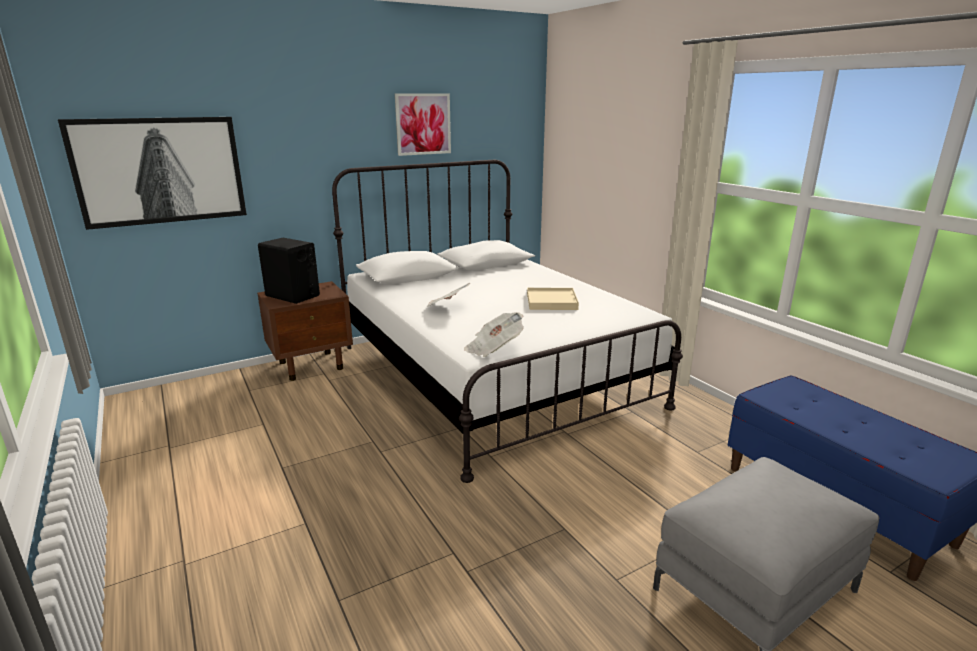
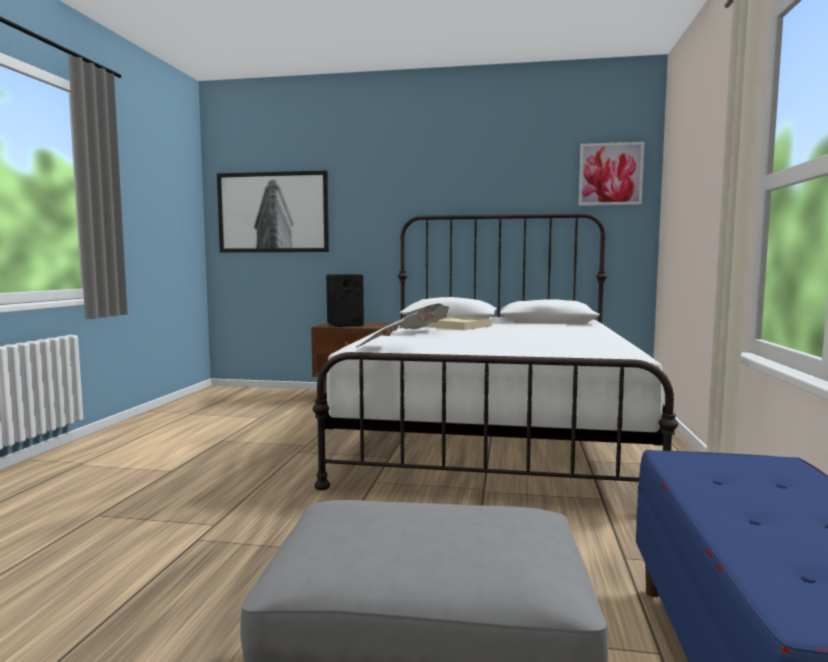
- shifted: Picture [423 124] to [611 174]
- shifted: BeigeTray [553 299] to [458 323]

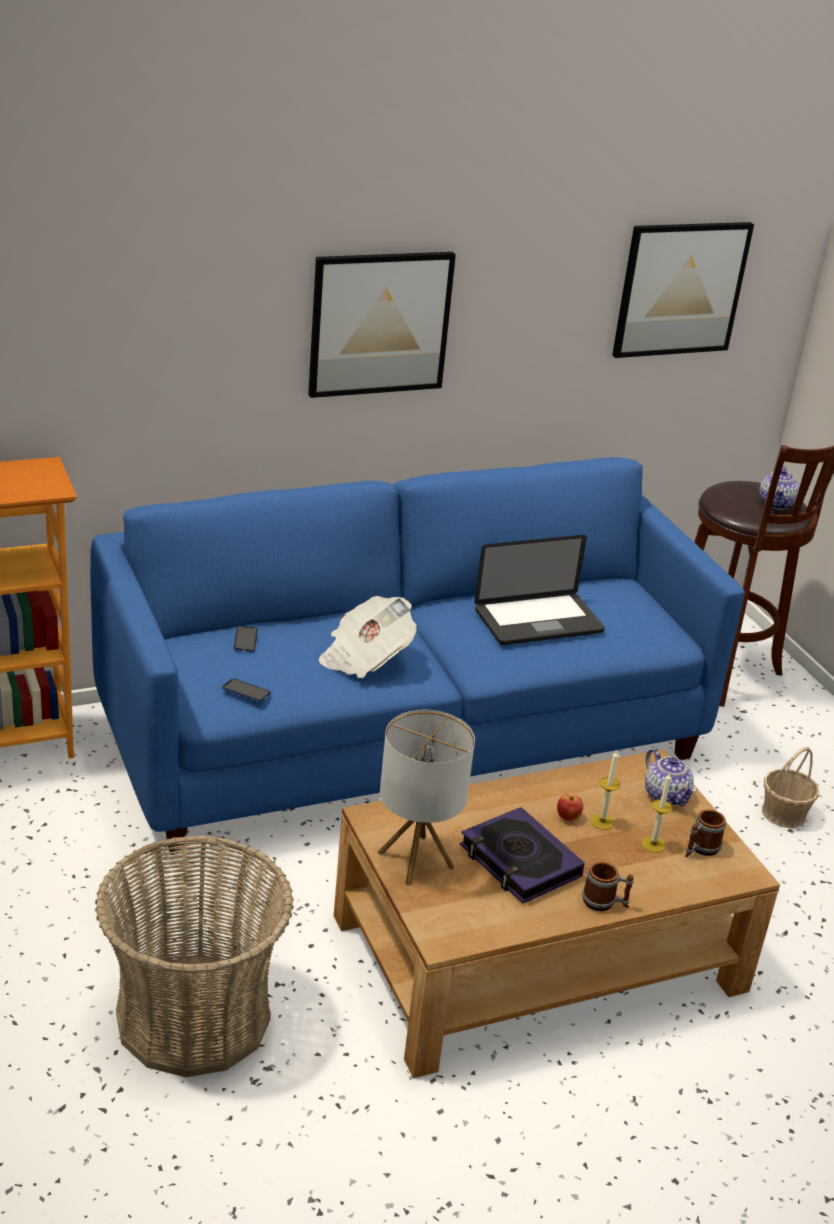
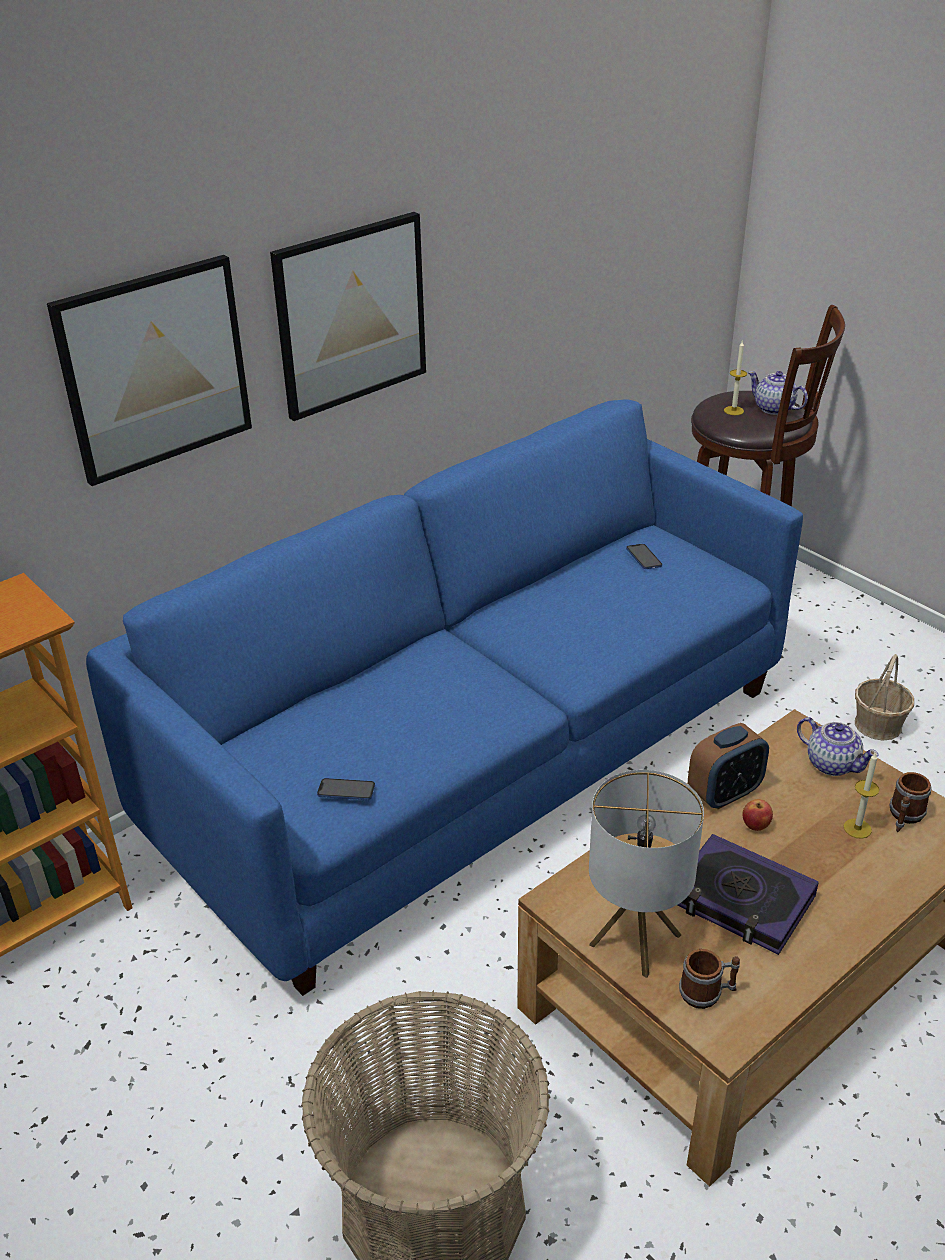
- shifted: Picture [683 290] to [149 370]
- rotated: Teapot [779 488] = [778 393] 135 degrees clockwise
- gone: Laptop [539 590]
- gone: Newspaper [368 637]
- shifted: Phone [246 638] to [644 556]
- shifted: Candle [605 790] to [735 378]
- shifted: Mug [608 886] to [709 979]
- new: AlarmClock [728 766]

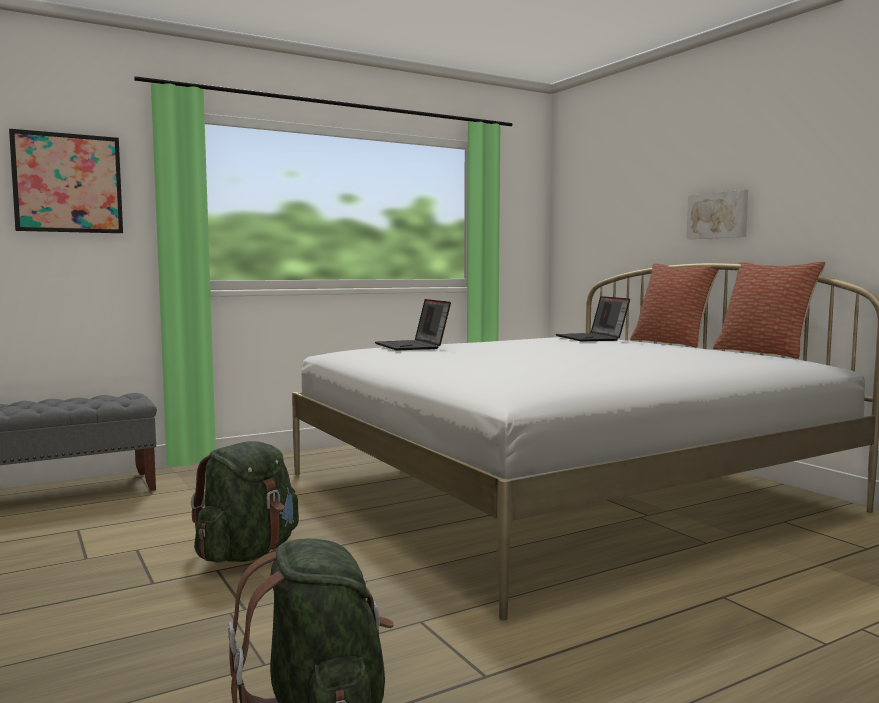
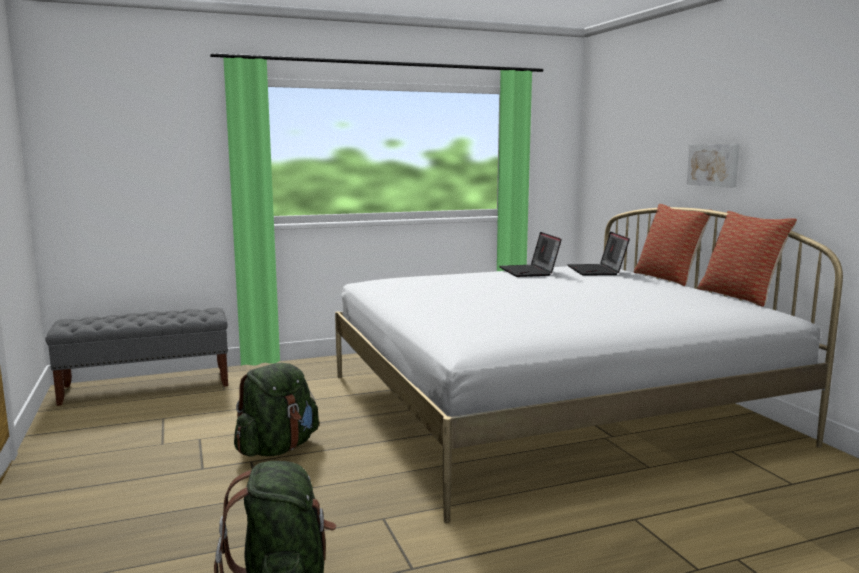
- gone: Picture [66 181]
- shifted: Laptop [413 325] to [530 254]

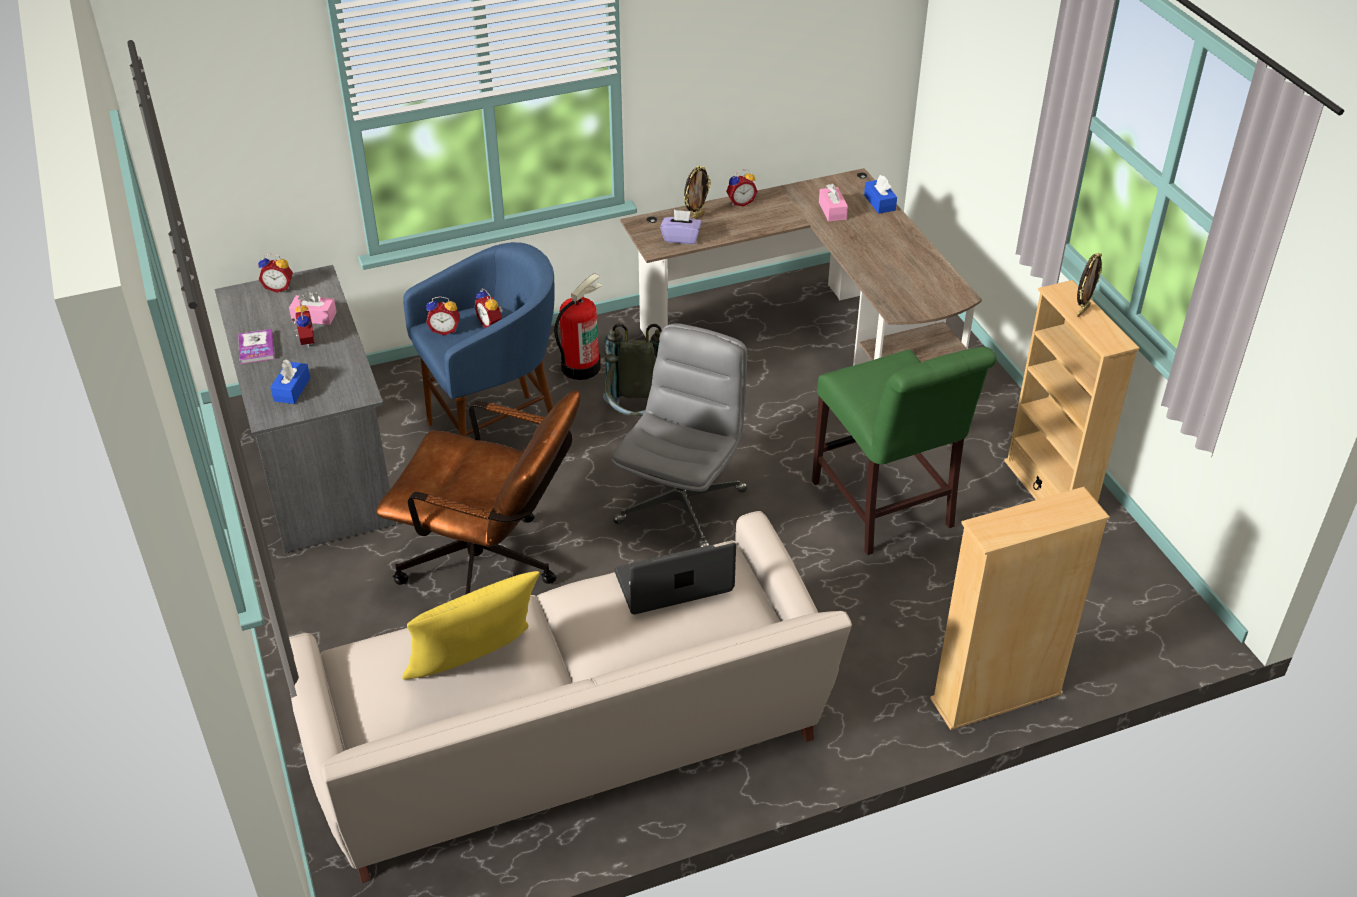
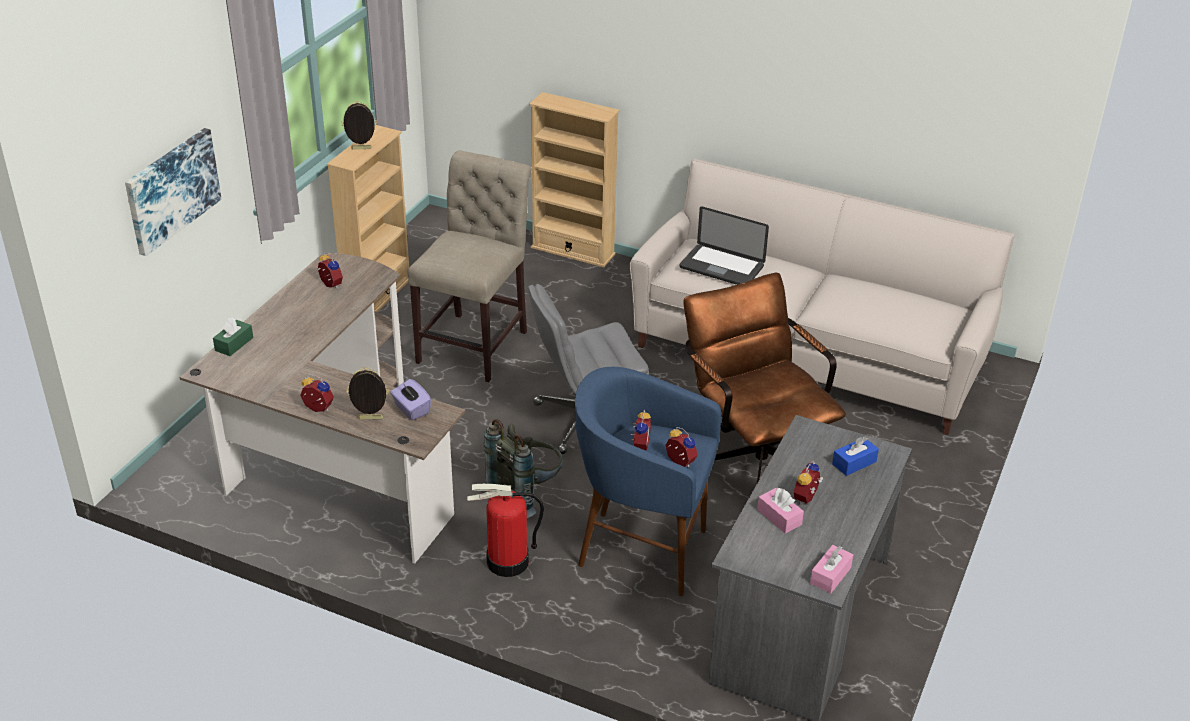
- repainted: BlueTissueBox [880 194] to GreenTissueBox [233 336]
- shifted: PinkTissueBox [833 203] to [831 569]
- shifted: AlarmClock [275 273] to [330 270]
- gone: Book [256 346]
- repainted: GreenChair [904 451] to BeigeChair [469 266]
- gone: YellowPillow [471 625]
- new: Picture [173 192]

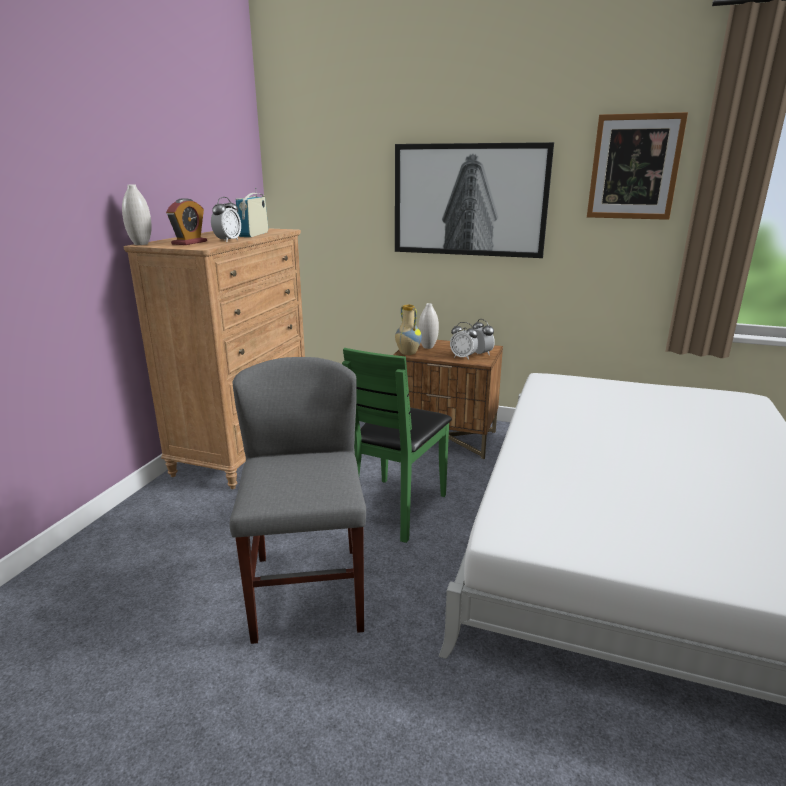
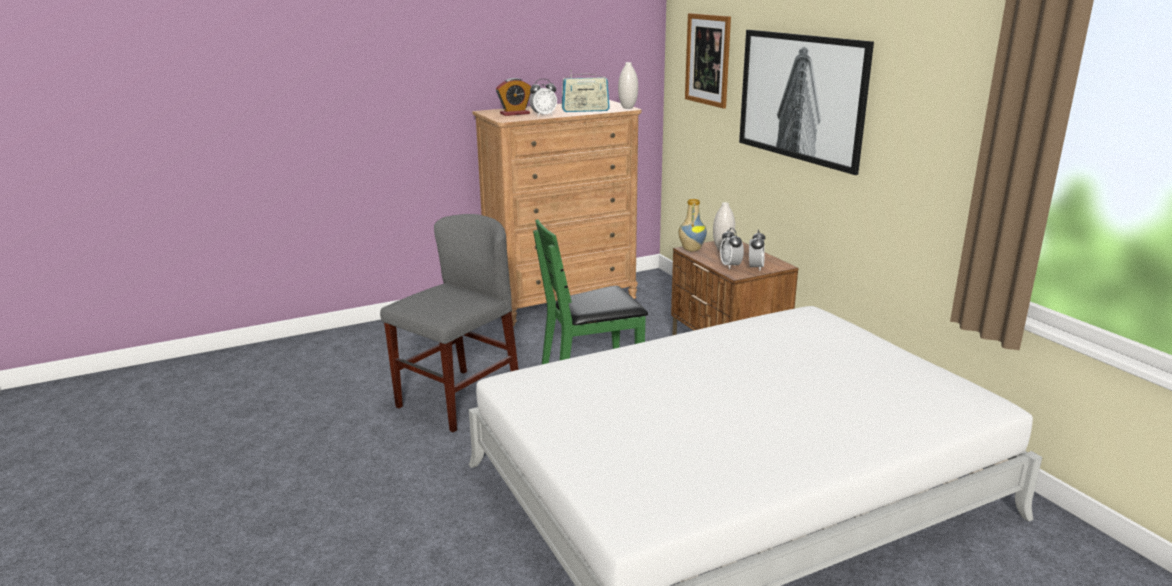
- shifted: Picture [637 166] to [708 61]
- shifted: WhiteVase [137 215] to [628 85]
- rotated: Radio [252 212] = [586 91] 150 degrees counterclockwise

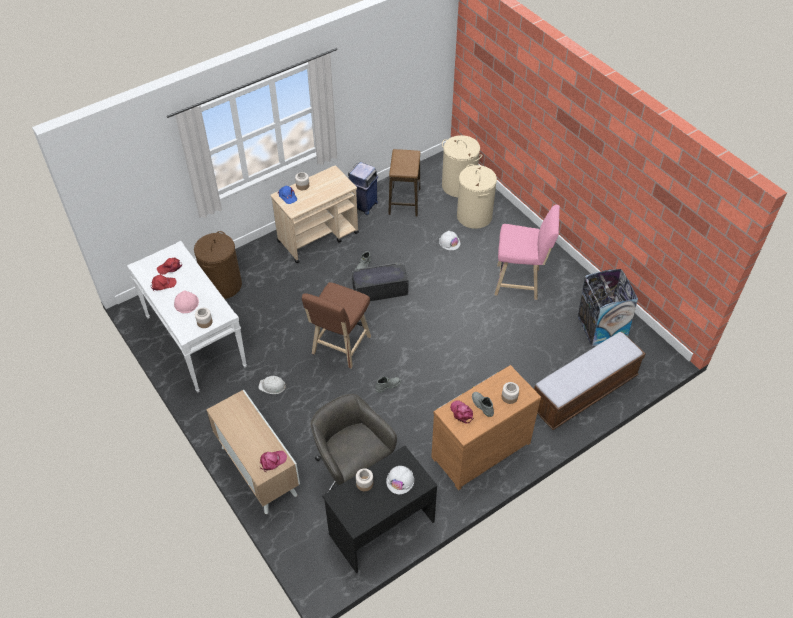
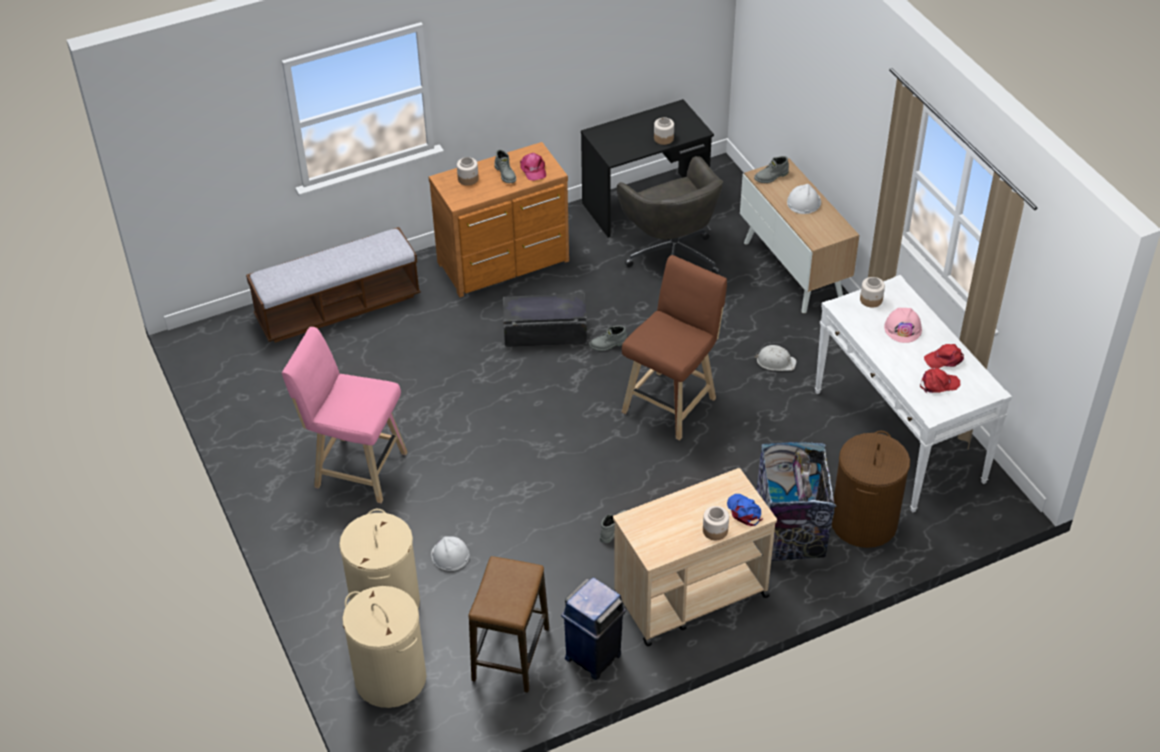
- shifted: BlackStorageBox [380 282] to [545 320]
- shifted: TrashCan [608 308] to [796 501]
- swapped: PinkCap [273 461] to GreyBoot [771 169]
- shifted: WhiteHardHat [400 480] to [804 199]

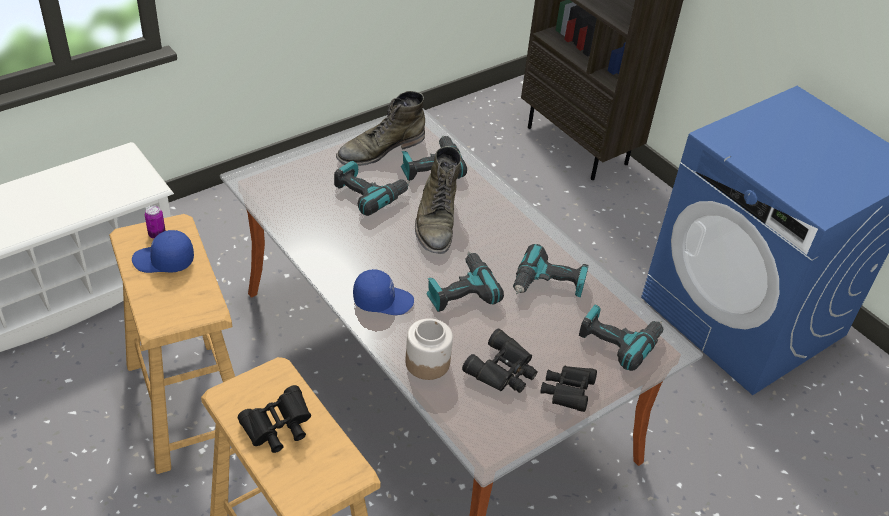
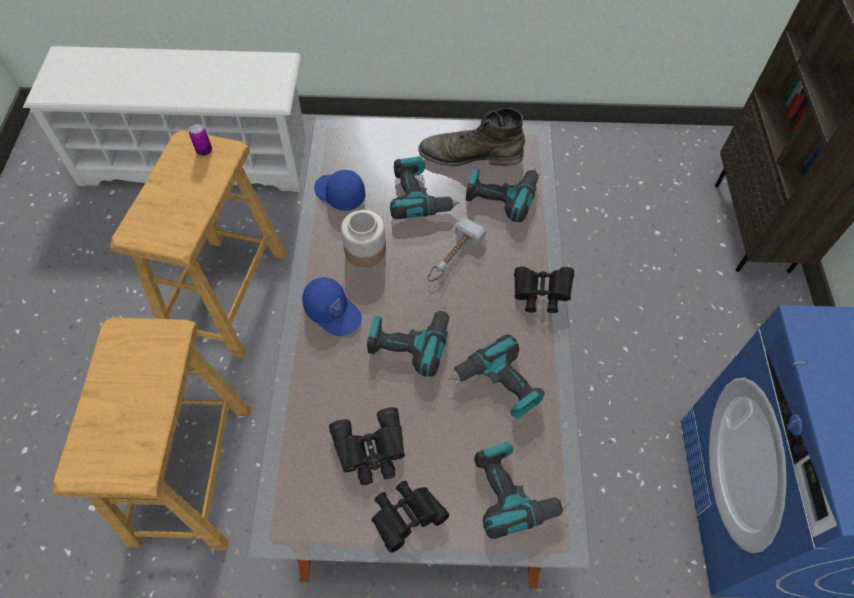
- swapped: GreenBoot [438 200] to Hammer [456 250]
- shifted: BlueCap [163 251] to [339 190]
- shifted: Jar [429 349] to [363 238]
- shifted: BlackBinoculars [274 419] to [544 289]

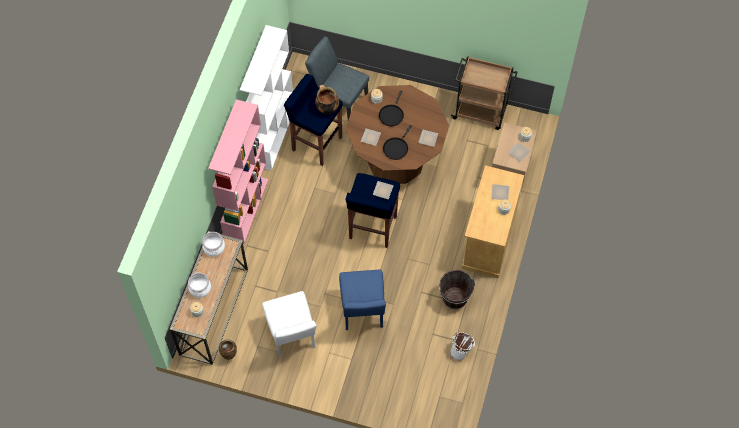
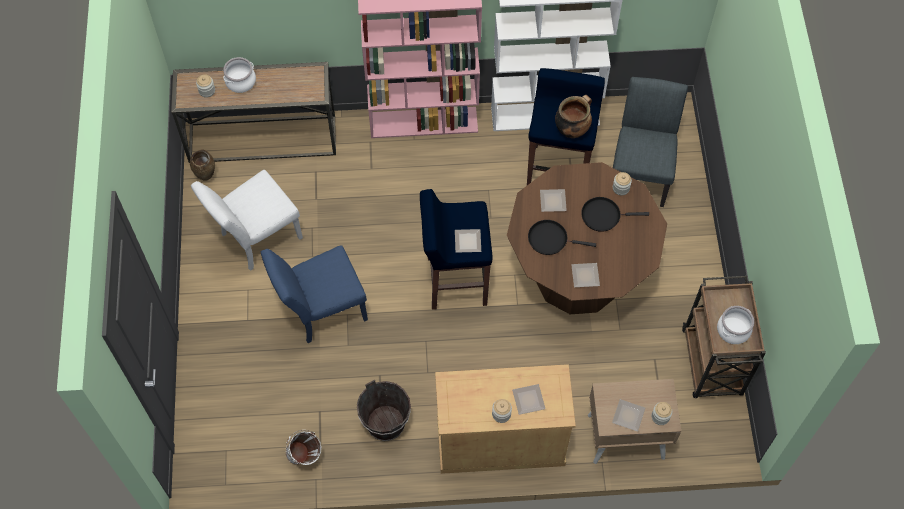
- shifted: CookingPot [213 244] to [735 325]

